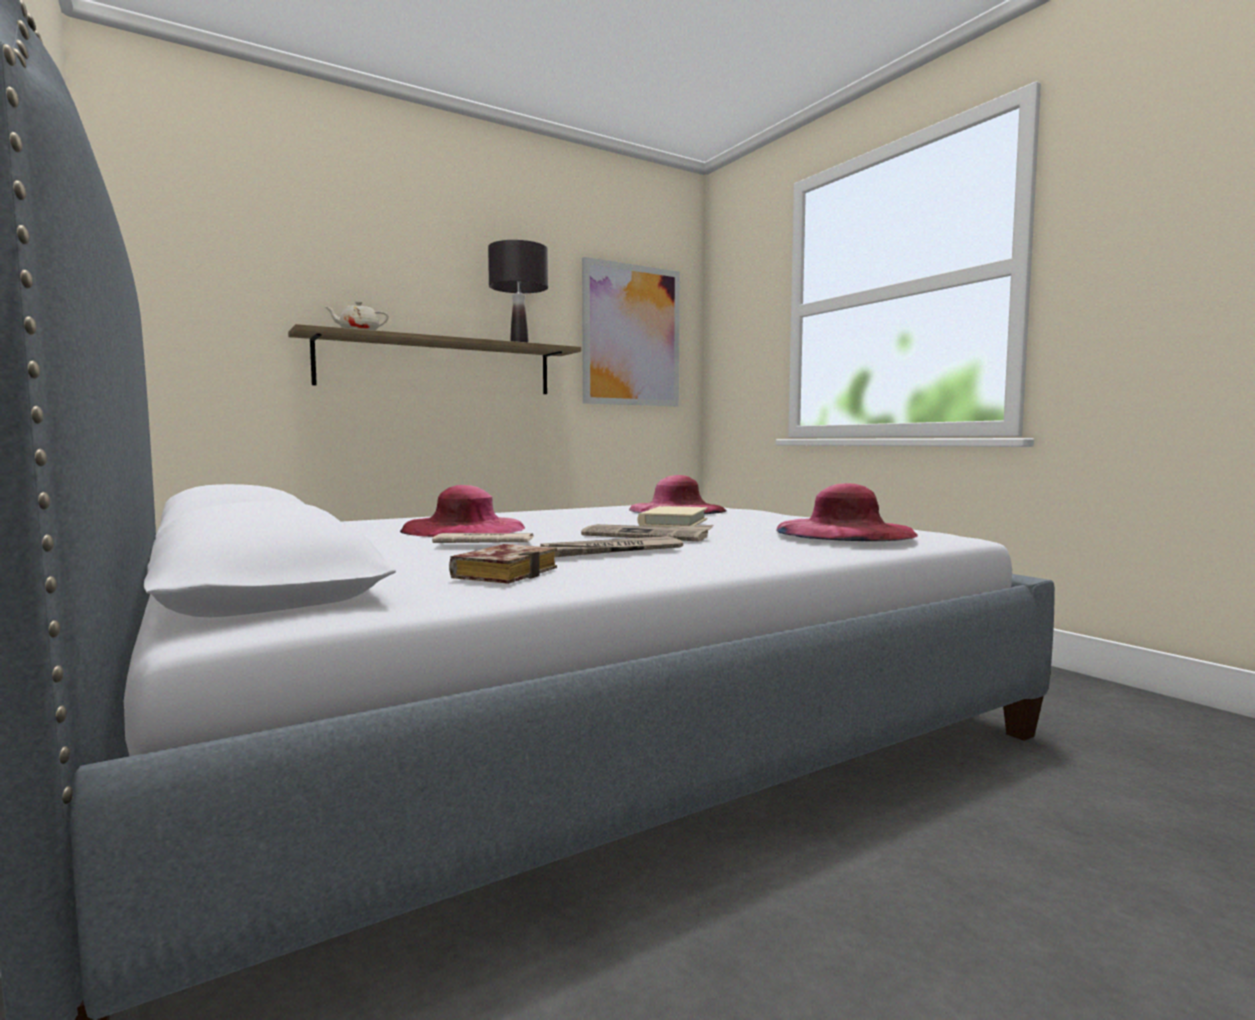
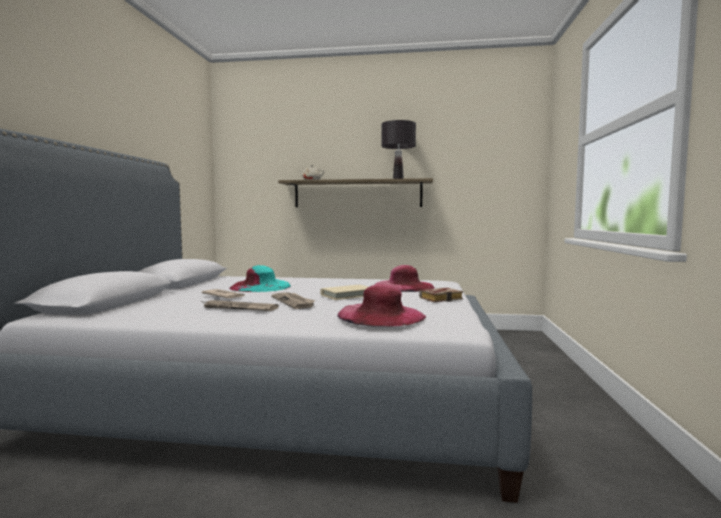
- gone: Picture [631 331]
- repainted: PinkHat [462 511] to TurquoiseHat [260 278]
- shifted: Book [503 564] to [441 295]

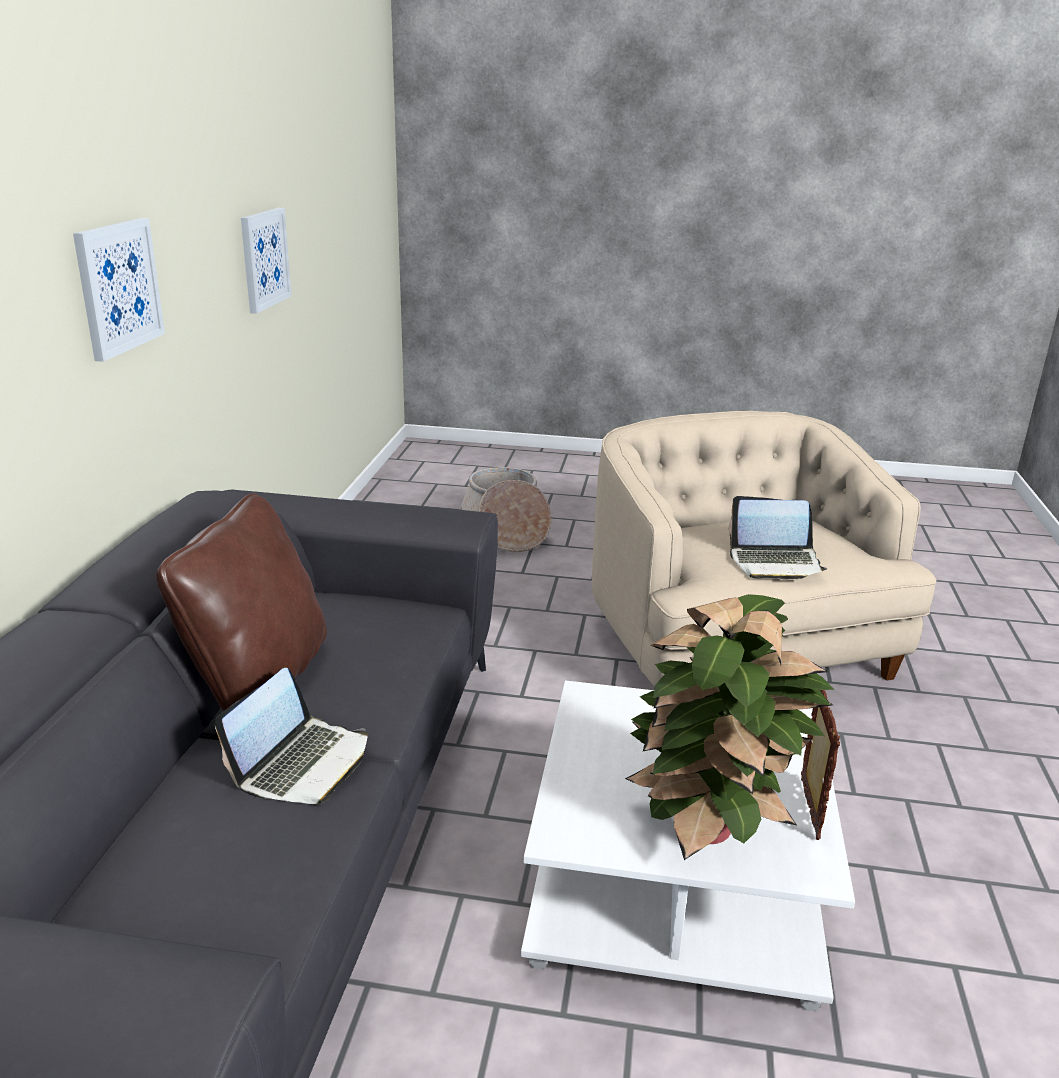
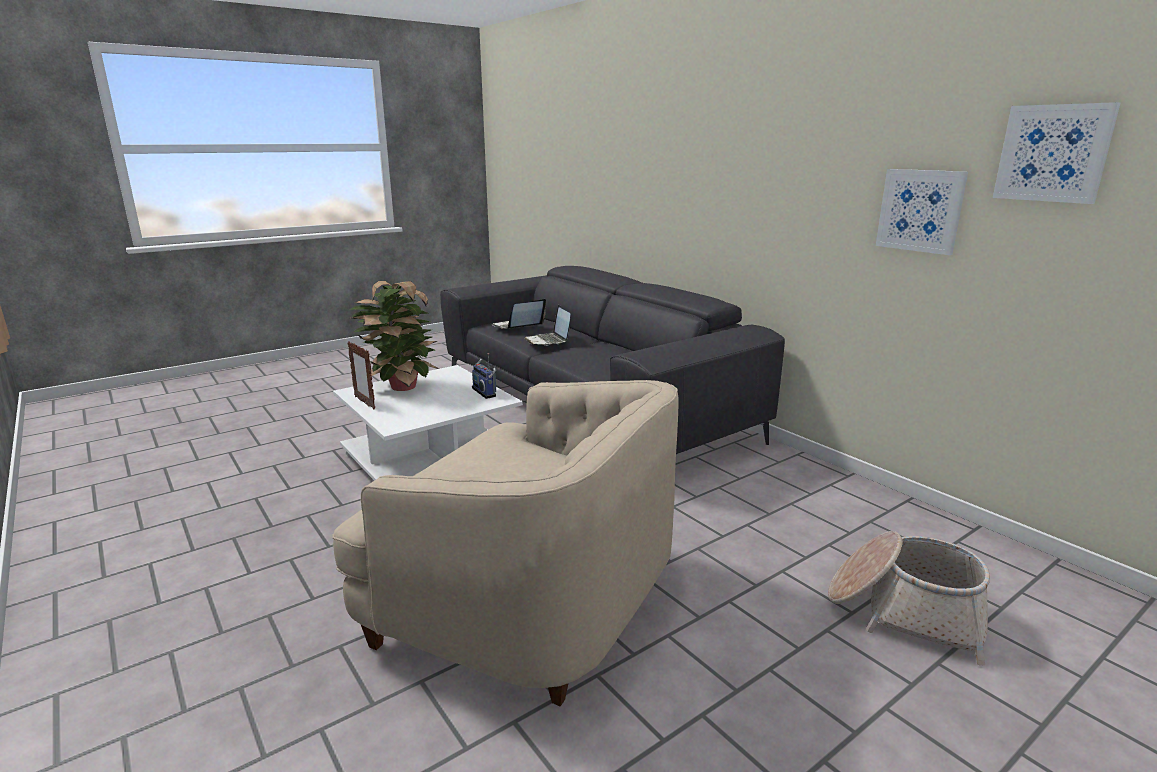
- shifted: Picture [119 290] to [1056 153]
- gone: BrownPillow [241 602]
- shifted: Laptop [778 538] to [519 314]
- new: Radio [484 376]

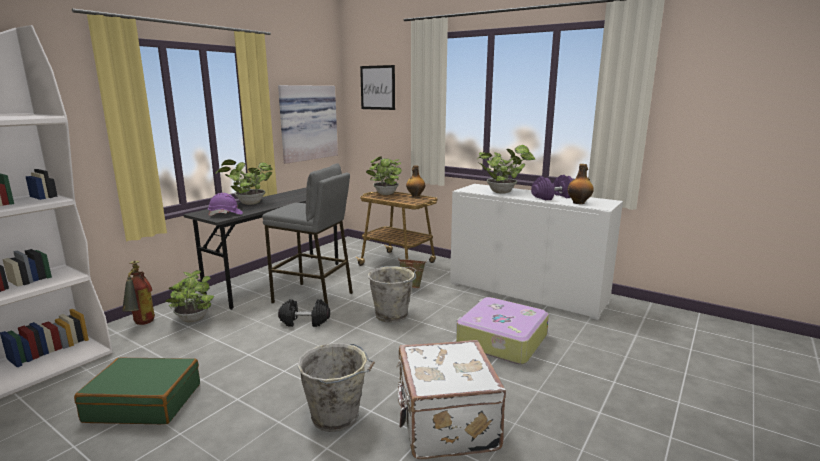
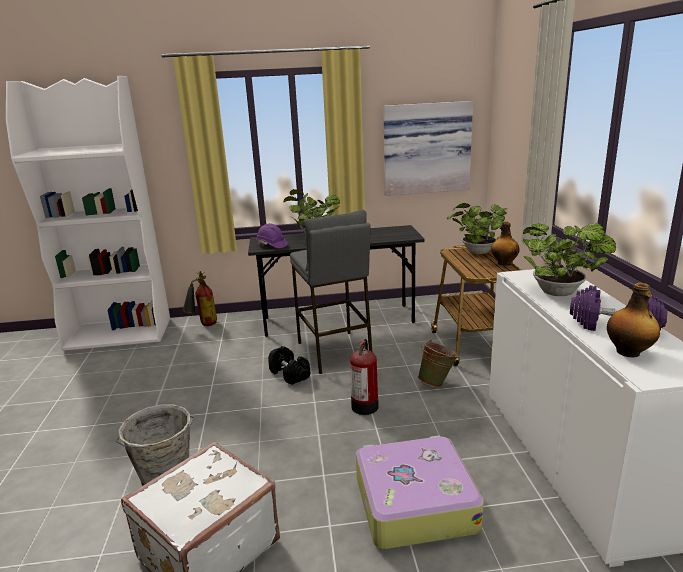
- gone: Picture [377 87]
- swapped: GreyBucket [392 294] to FireExtinguisher [364 377]
- gone: PottedPlant [189 296]
- gone: GreenSuitcase [137 391]

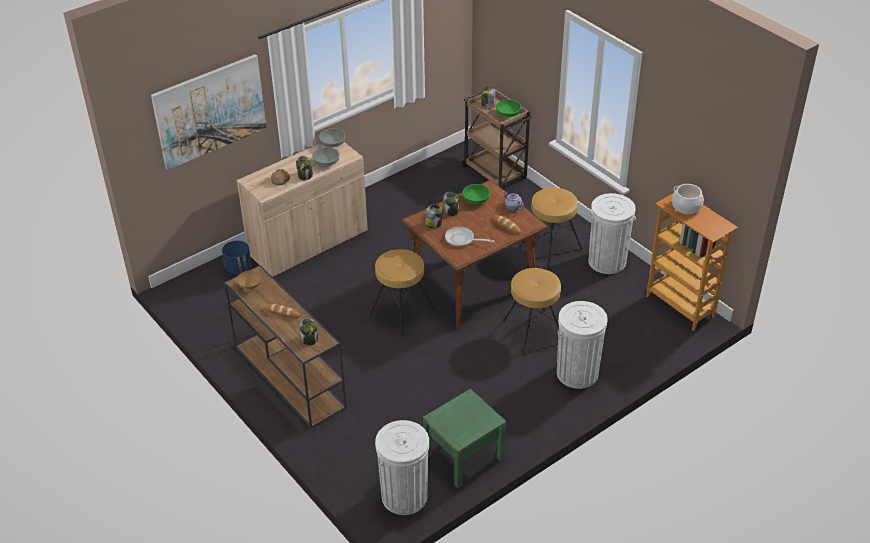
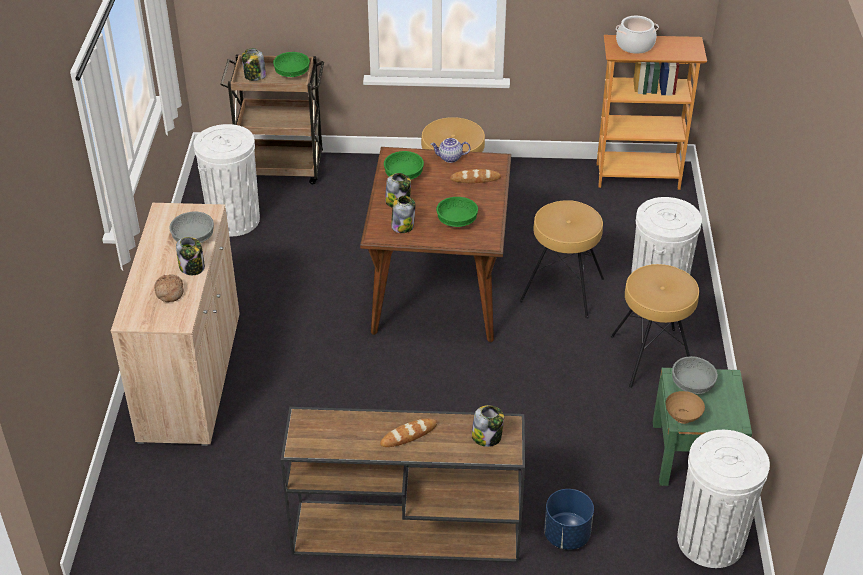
- gone: Picture [209 112]
- shifted: GreyBowl [332 138] to [695 375]
- shifted: WhiteTrashCan [612 233] to [226 180]
- swapped: FryingPan [469 237] to GreenBowl [457 212]
- shifted: BluePlanter [236 257] to [569 519]
- shifted: BrownStool [402 293] to [655 326]
- shifted: BrownBowl [249 280] to [685 407]

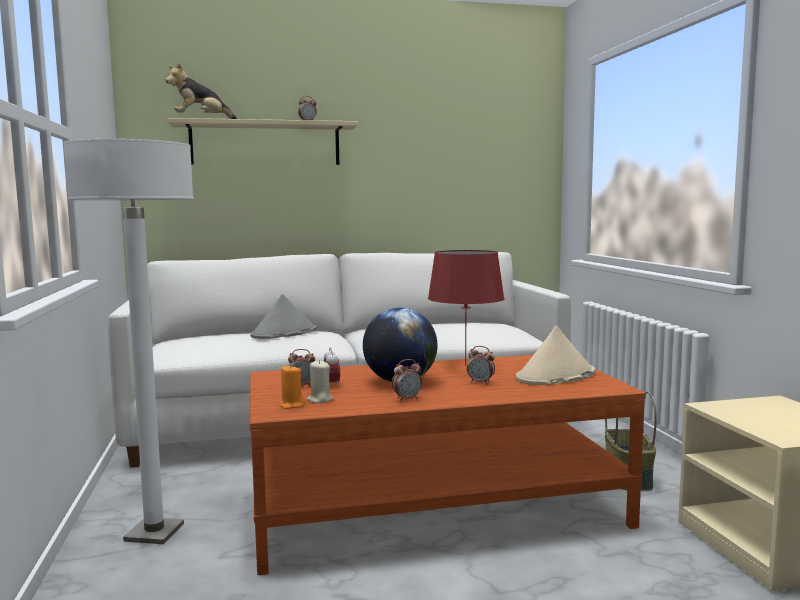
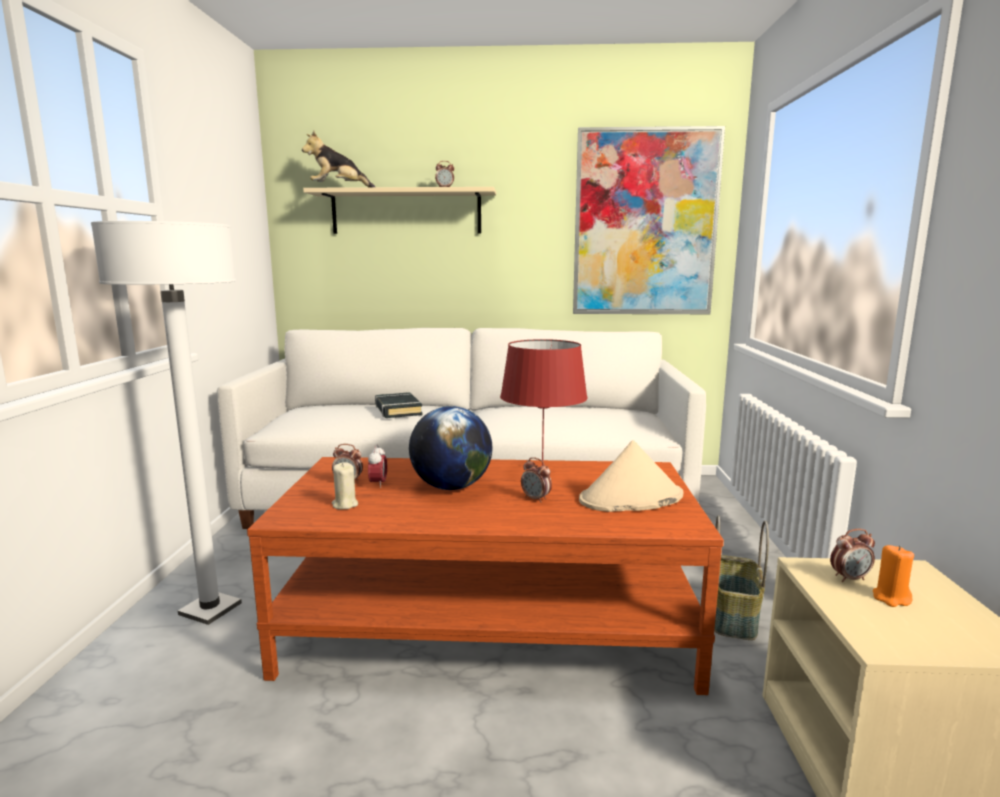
- swapped: GreyHat [283 316] to BlackBook [399 405]
- shifted: AlarmClock [407 380] to [852 555]
- shifted: OrangeCandle [292 386] to [893 576]
- new: Picture [649 220]

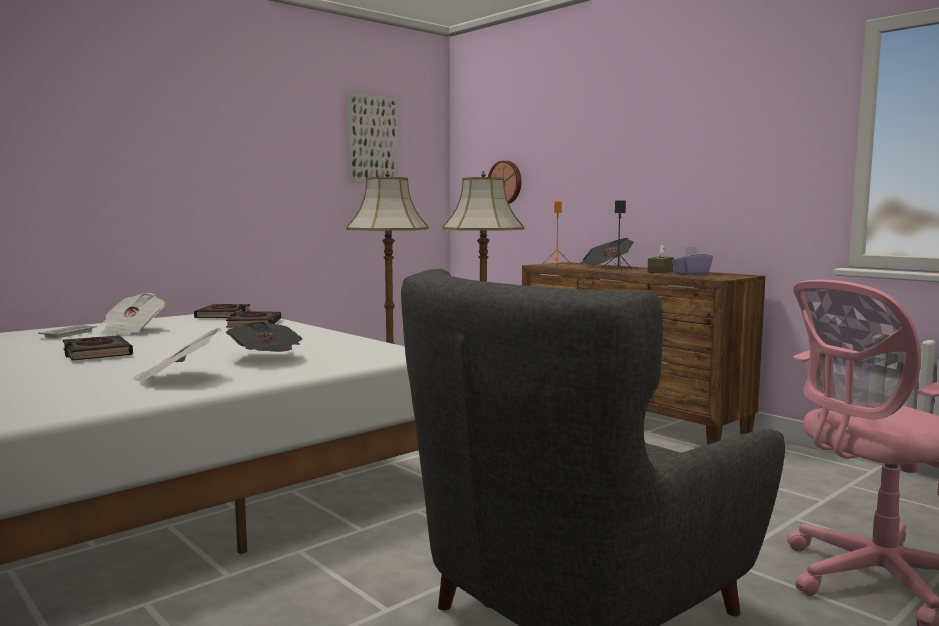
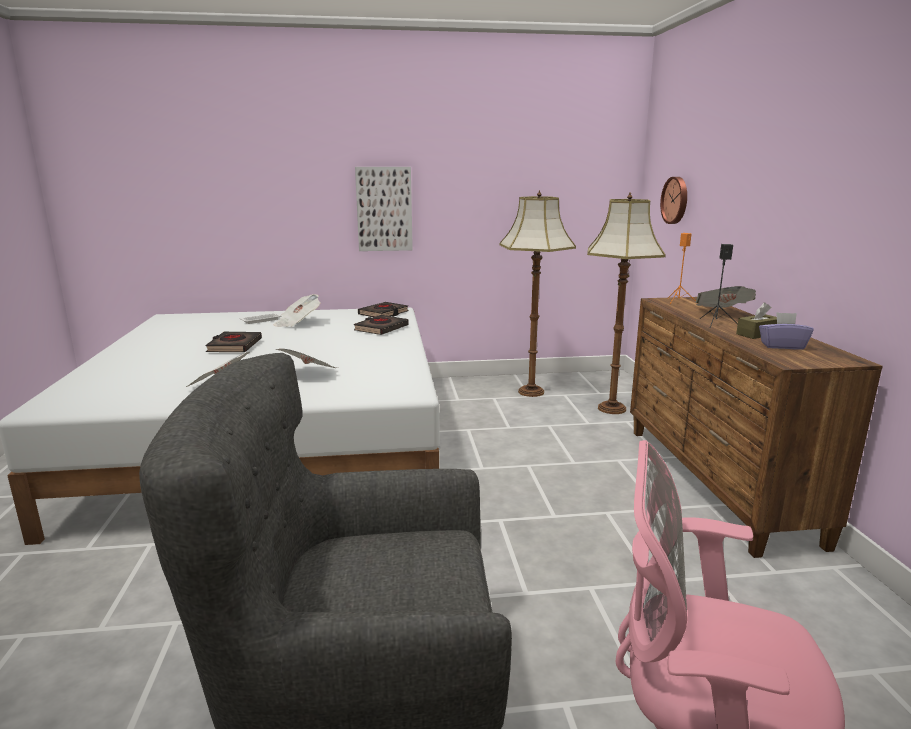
- shifted: Picture [373 138] to [384 209]

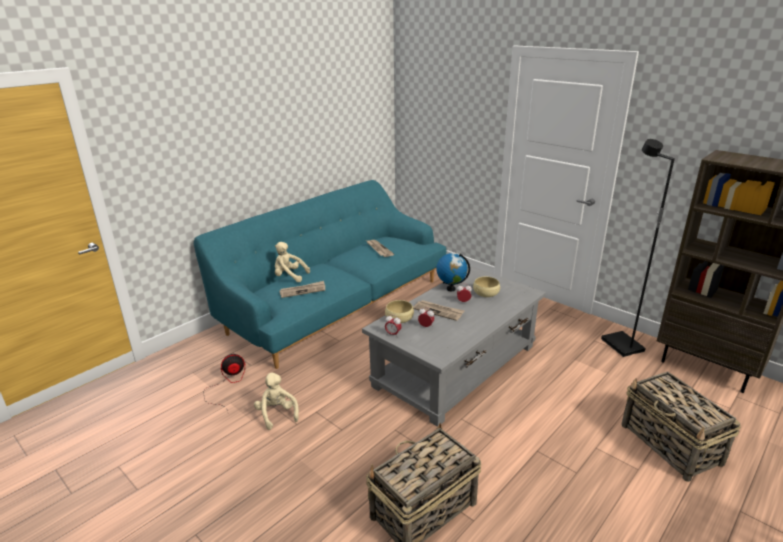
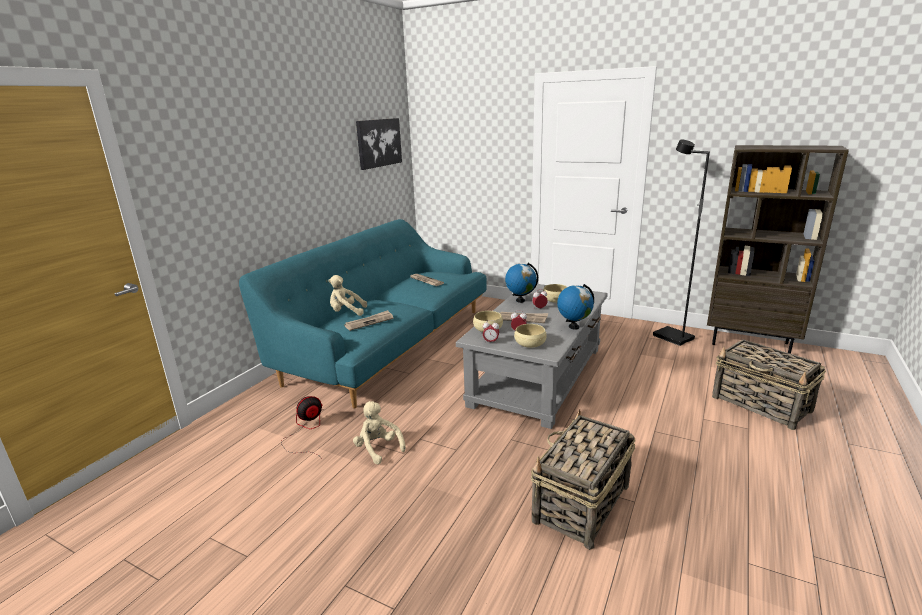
- new: Picture [379 144]
- new: Globe [575 307]
- new: BeigeBowl [530 336]

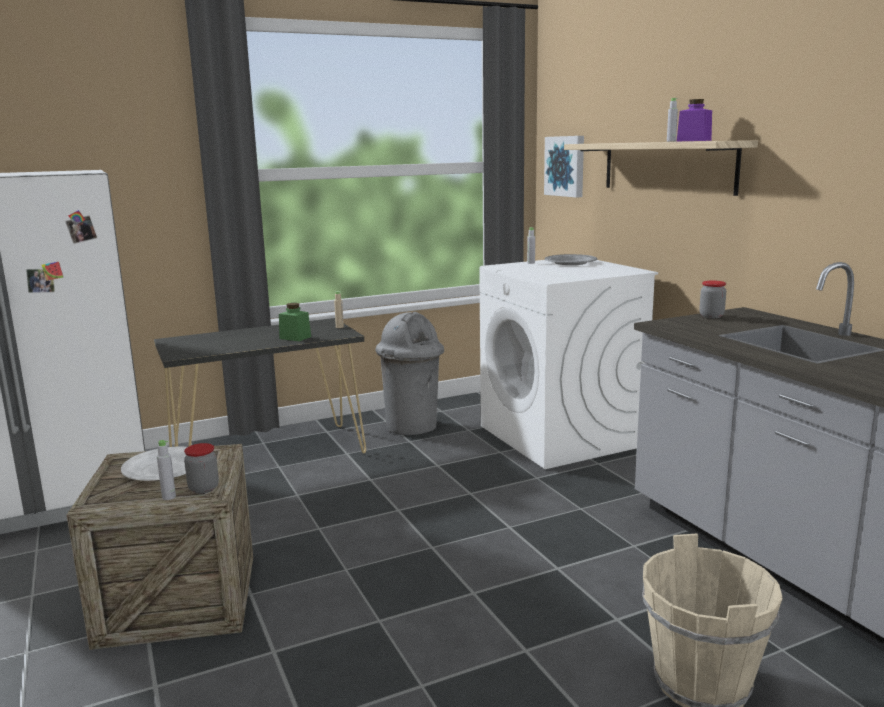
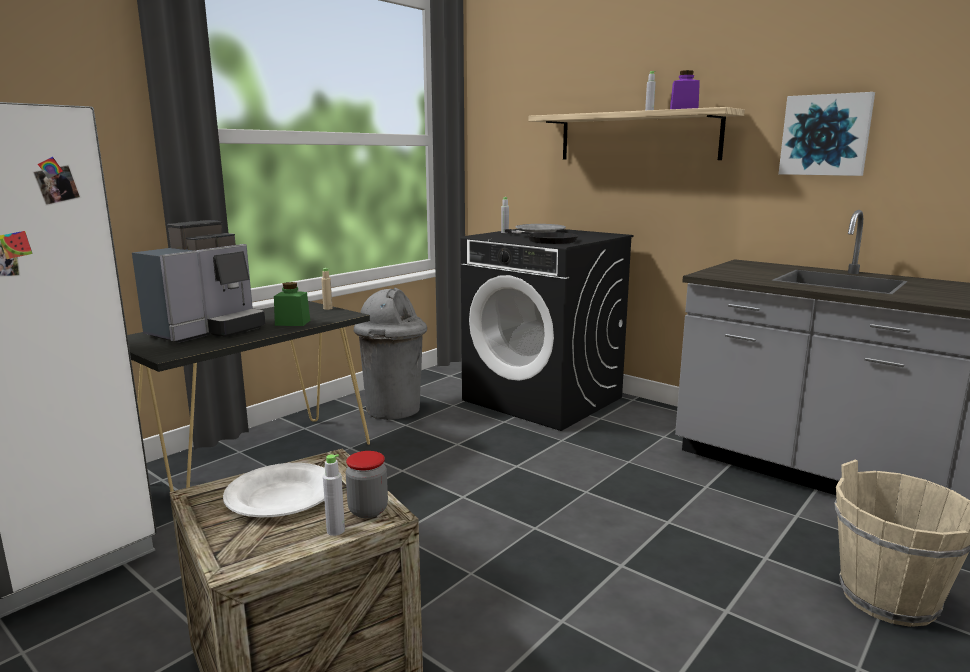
- shifted: Picture [564 167] to [827 134]
- repainted: WhiteWashingMachine [568 364] to BlackWashingMachine [547 330]
- gone: Jar [712 299]
- new: CoffeeMachine [199 281]
- new: BlackFryingPan [541 236]

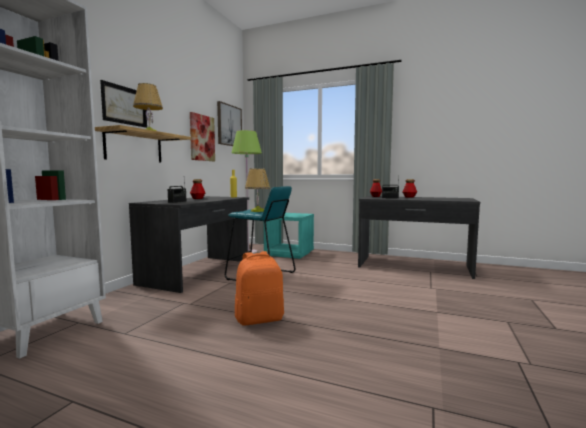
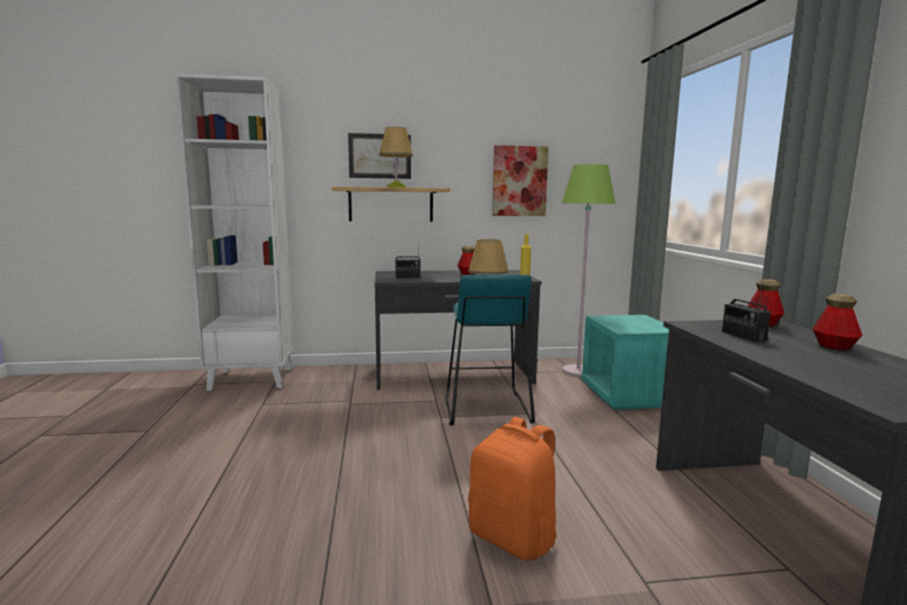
- gone: Picture [229 123]
- shifted: OrangeBackpack [259 288] to [512 489]

